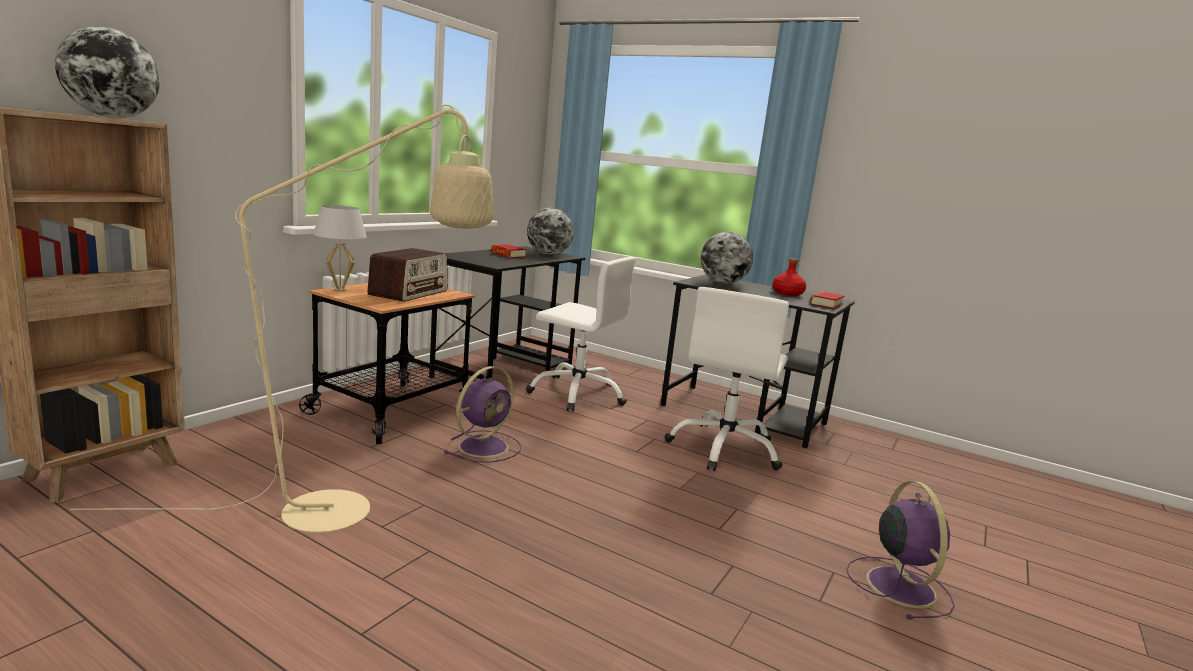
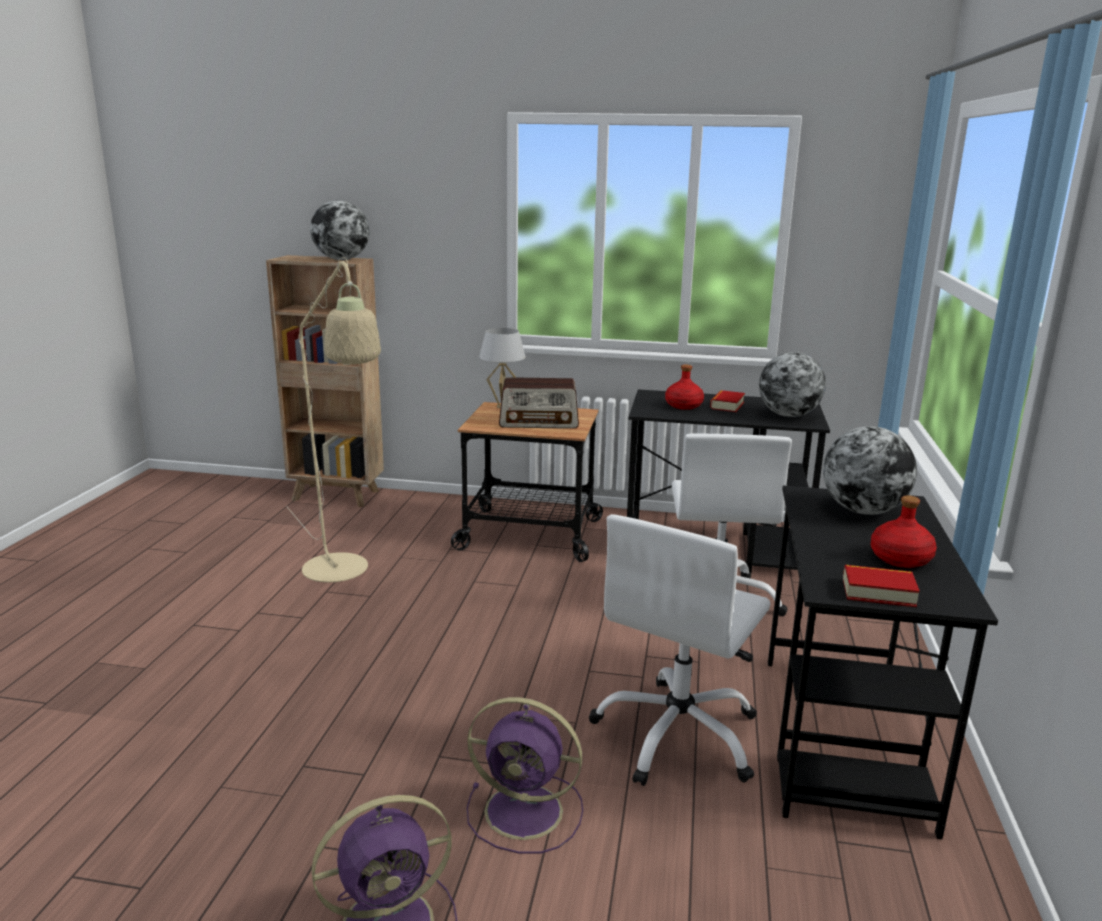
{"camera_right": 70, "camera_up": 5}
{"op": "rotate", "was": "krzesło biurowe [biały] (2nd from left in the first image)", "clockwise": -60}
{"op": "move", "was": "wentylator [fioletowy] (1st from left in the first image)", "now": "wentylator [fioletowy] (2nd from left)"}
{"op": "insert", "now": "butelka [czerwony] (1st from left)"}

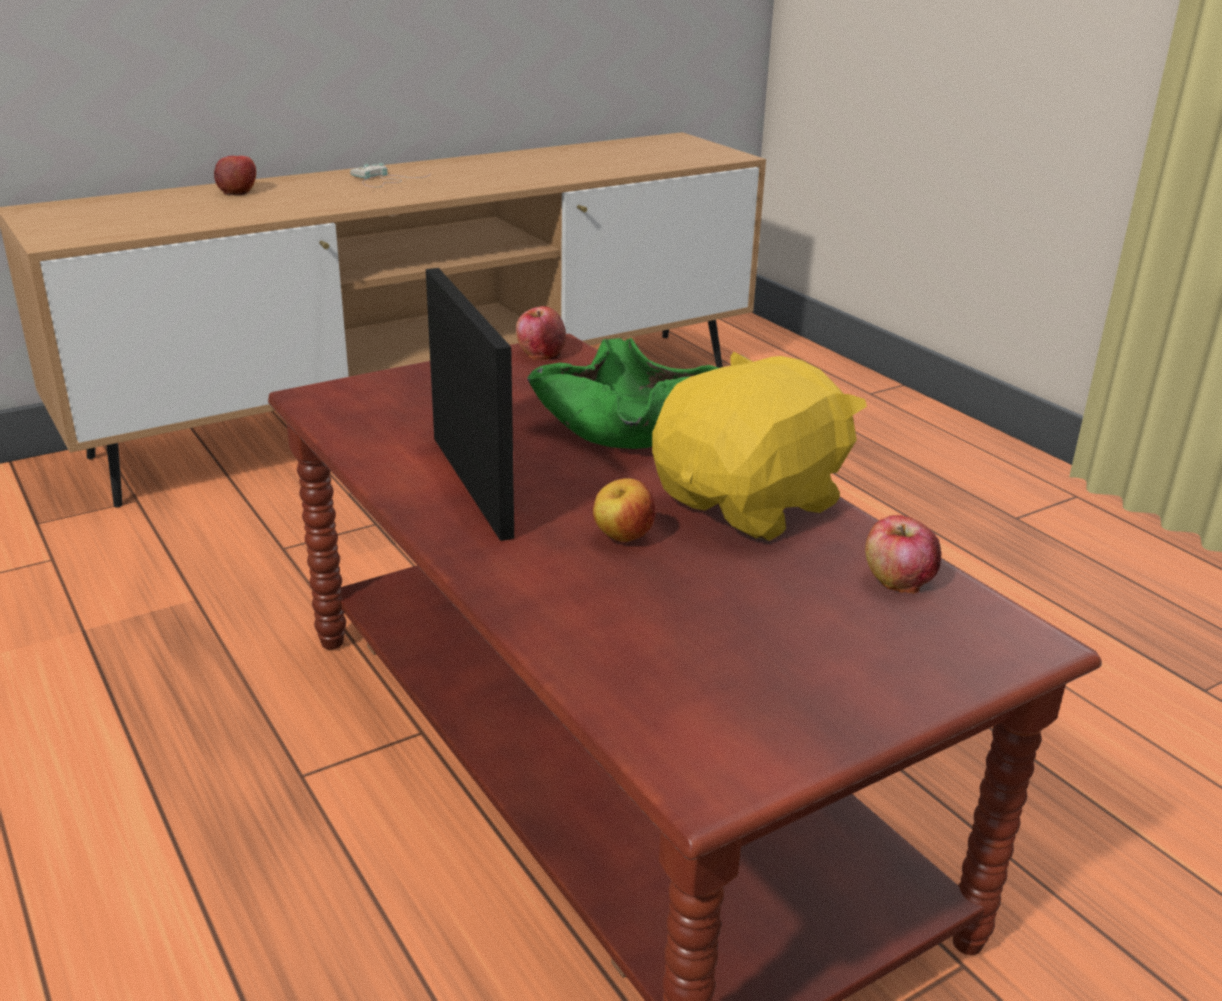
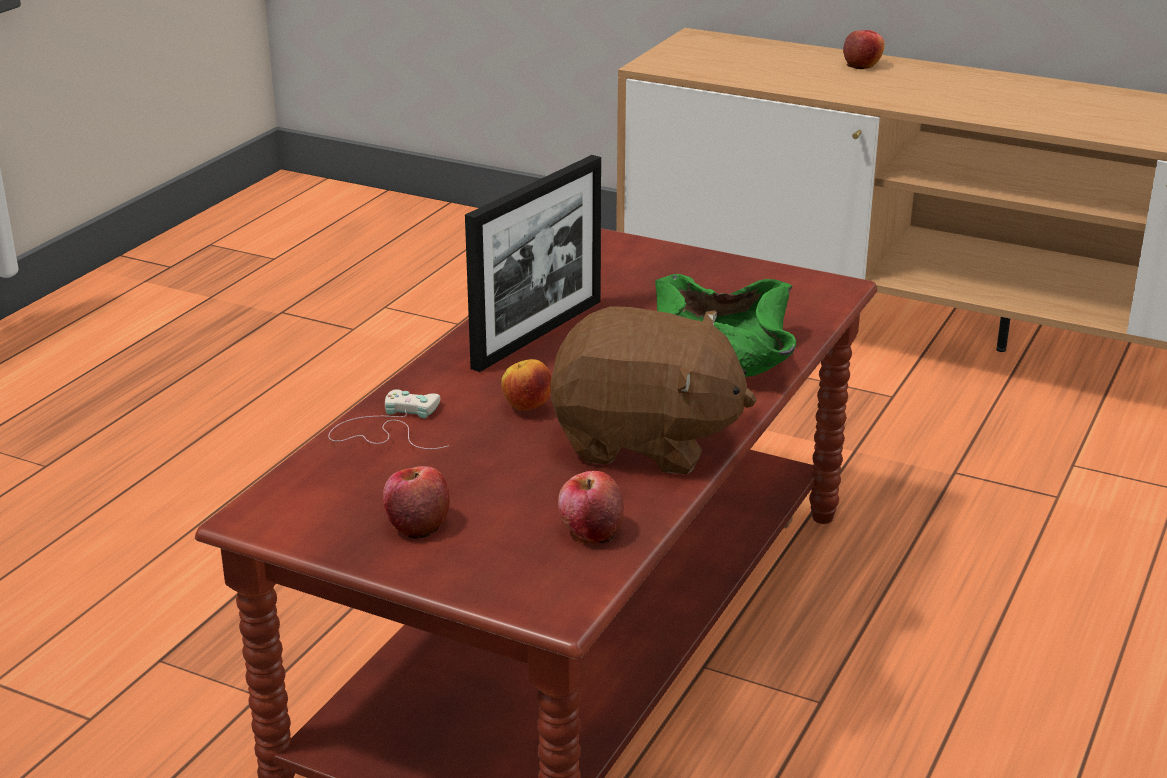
{"camera_right": 60, "camera_up": 0}
{"op": "move", "was": "pad do gier [biały]"}
{"op": "move", "was": "jabłko (2nd from left in the first image)", "now": "jabłko (1st from left)"}
{"op": "recolor", "was": "pluszak [żółty]", "now": "pluszak [brązowy]"}

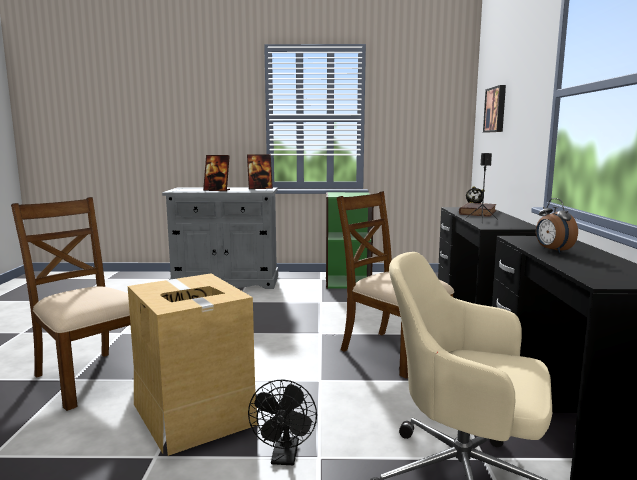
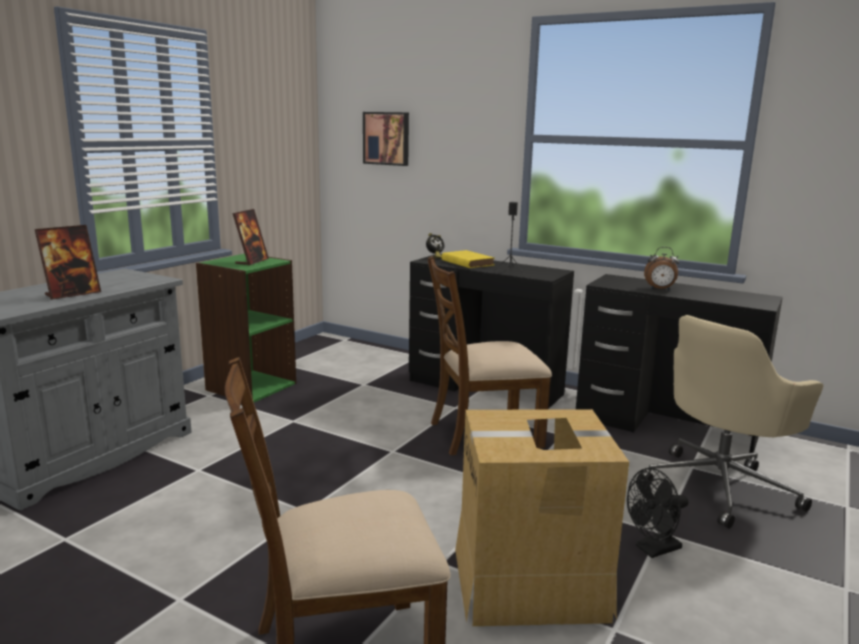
{"camera_right": -60, "camera_up": 5}
{"op": "move", "was": "ramka na zdjęcie (2nd from left)"}
{"op": "recolor", "was": "książka [brązowy]", "now": "książka [żółty]"}
{"op": "rotate", "was": "wentylator [czarny]", "clockwise": 120}

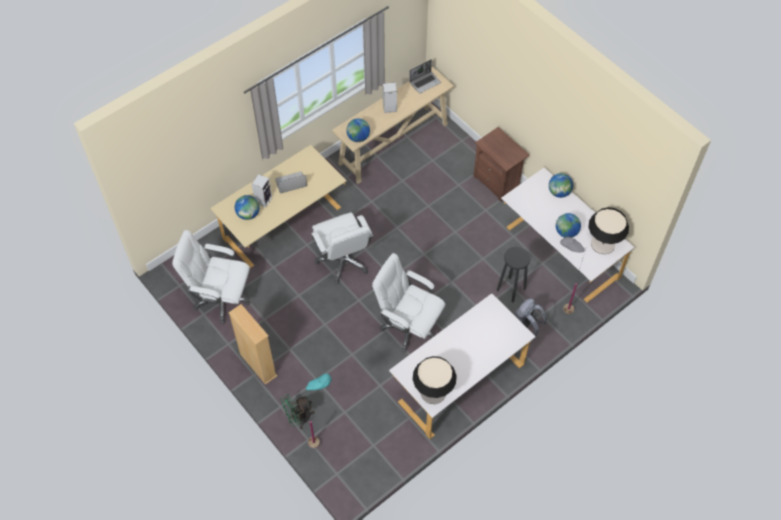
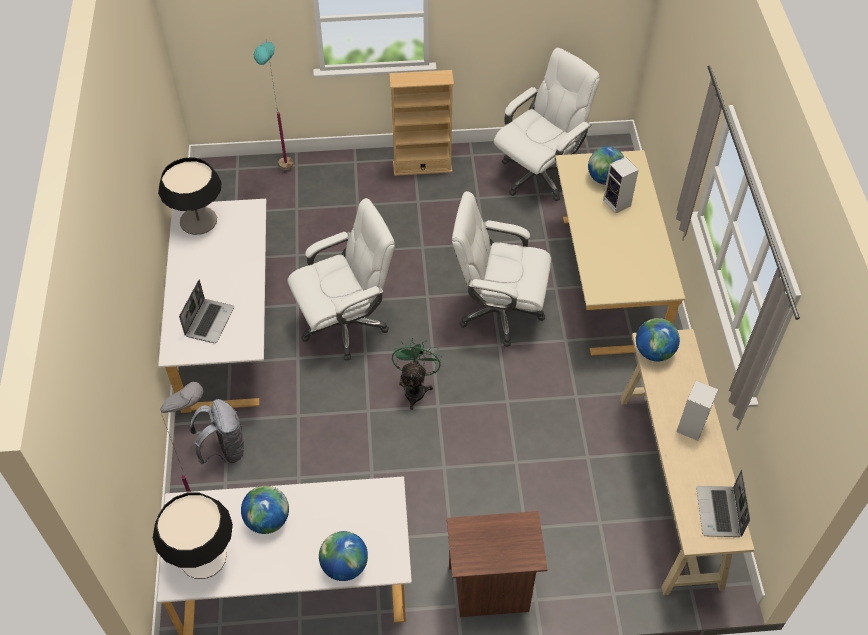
{"camera_right": 125, "camera_up": -5}
{"op": "move", "was": "laptop (1st from left)"}
{"op": "delete", "was": "stołek [czarny]"}
{"op": "move", "was": "wentylator [zielony]"}

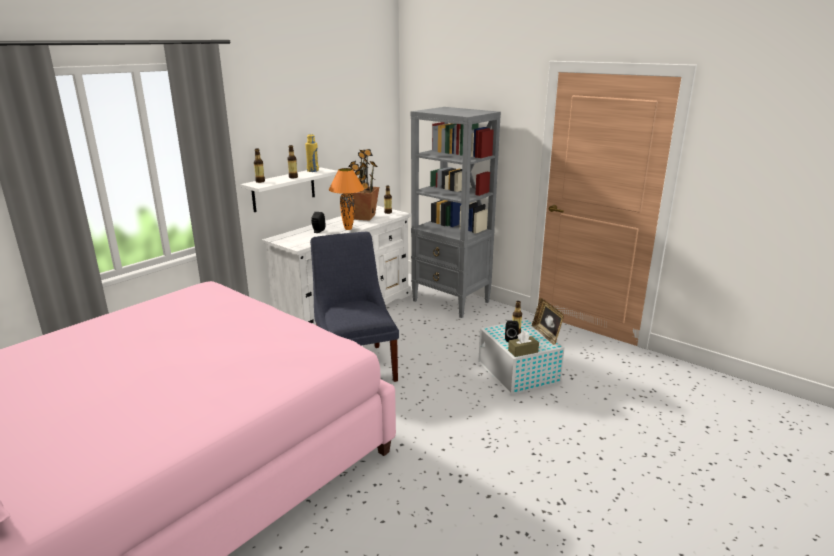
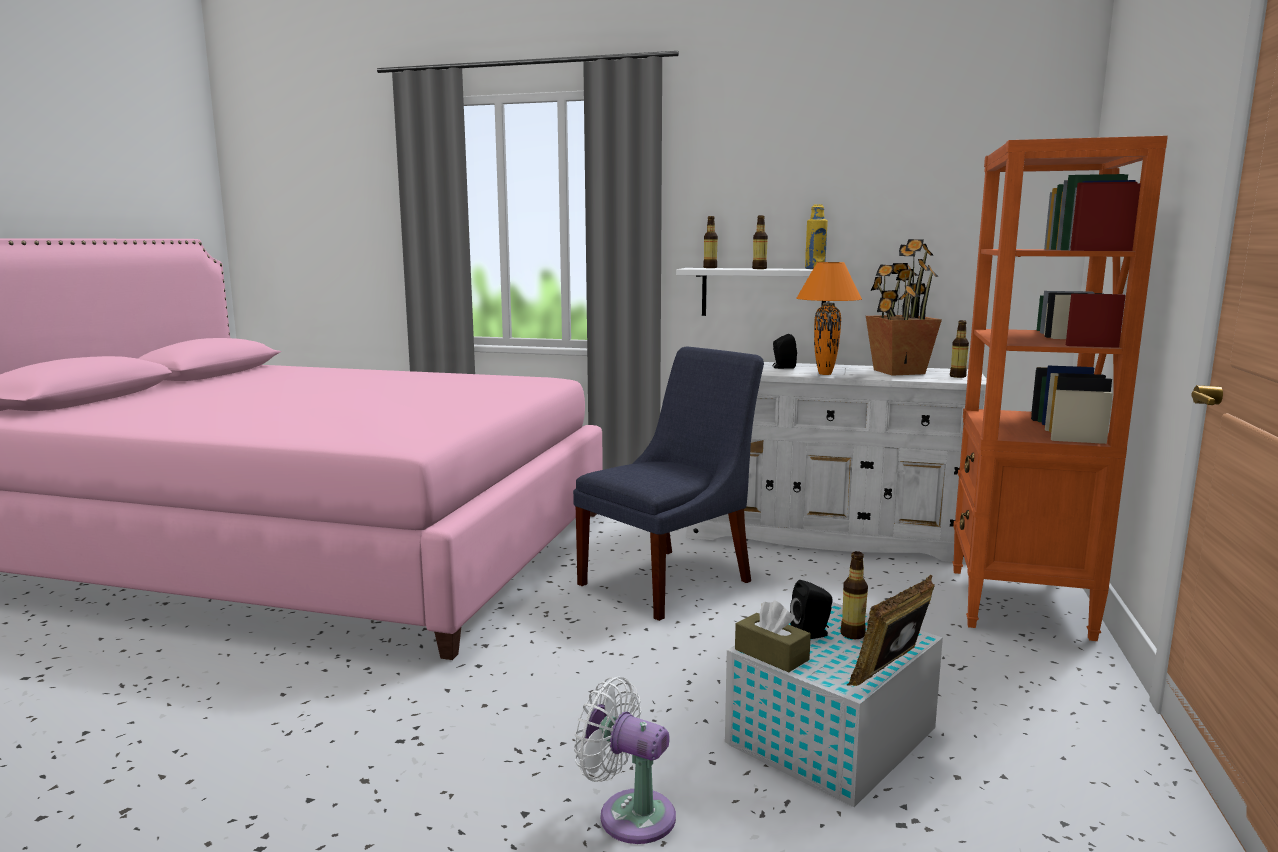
{"camera_right": 65, "camera_up": -10}
{"op": "recolor", "was": "regał [szary]", "now": "regał [pomarańczowy]"}
{"op": "insert", "now": "wentylator [biały]"}

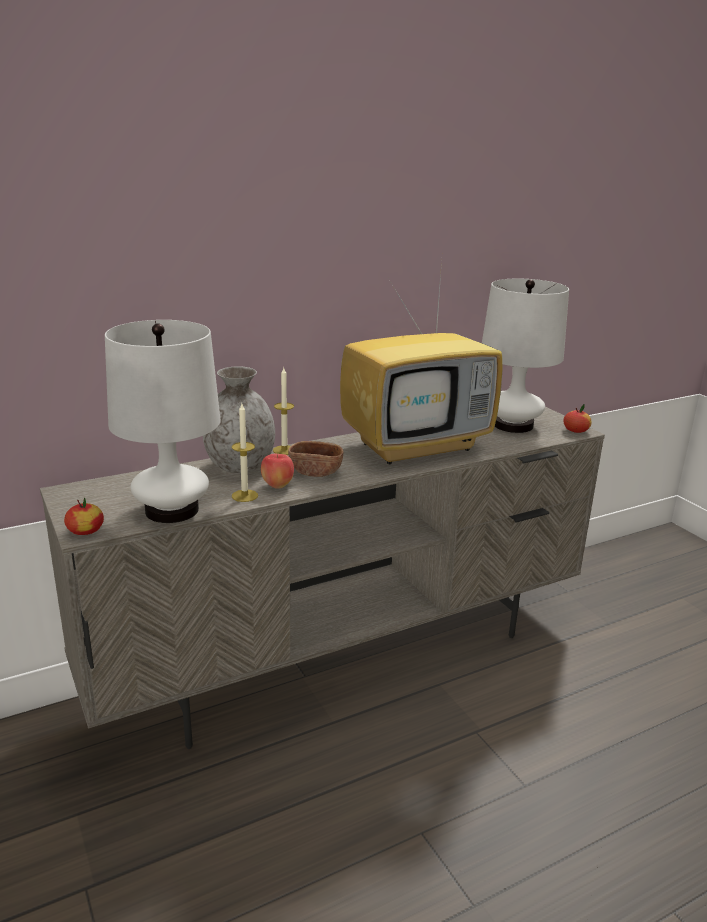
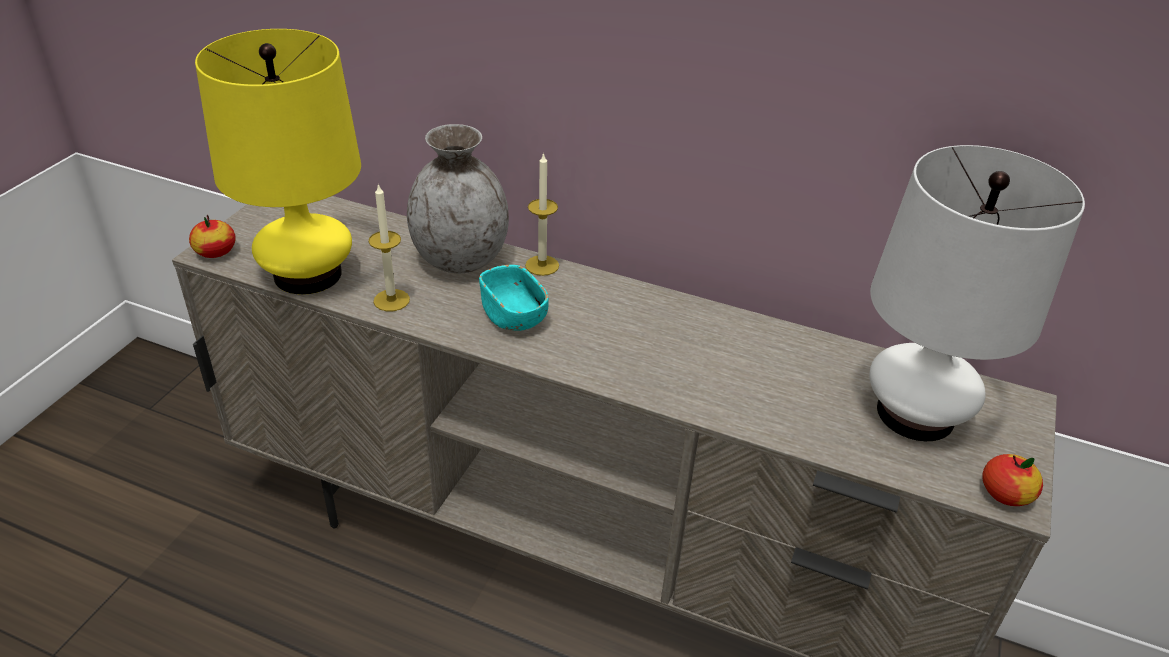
{"camera_right": 50, "camera_up": 15}
{"op": "delete", "was": "telewizor"}
{"op": "recolor", "was": "lampa stołowa [biały] (1st from left)", "now": "lampa stołowa [żółty]"}
{"op": "recolor", "was": "miska [brązowy]", "now": "miska [turkusowy]"}
{"op": "delete", "was": "jabłko (2nd from left)"}

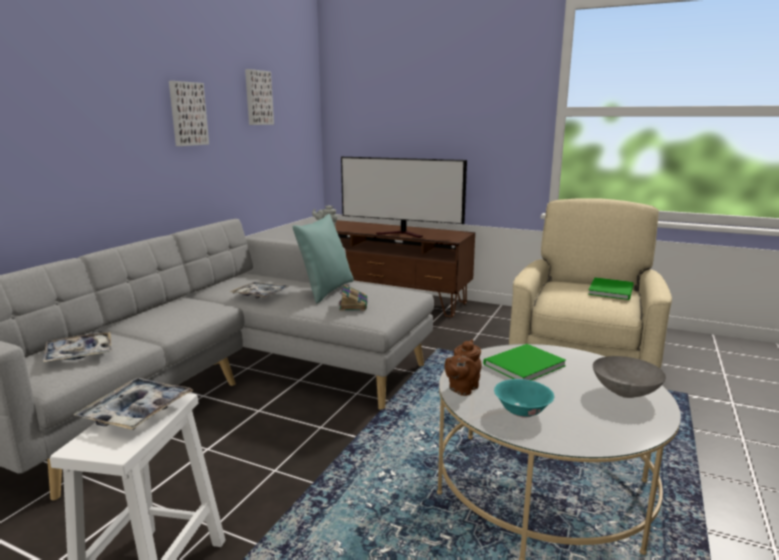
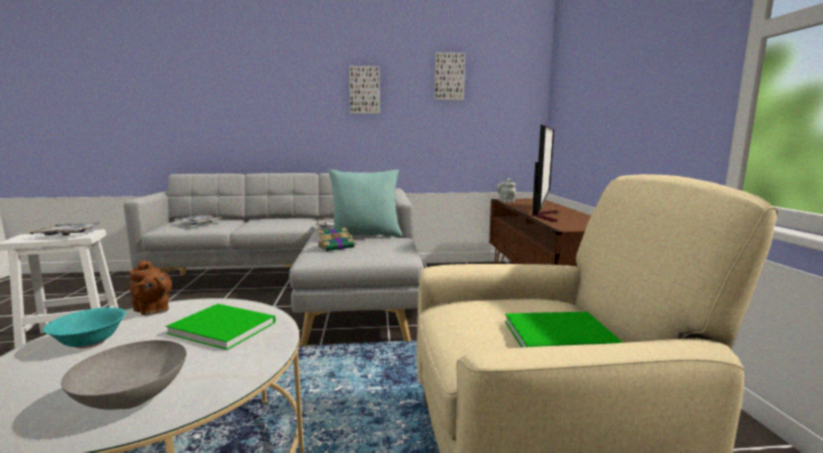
{"camera_right": 60, "camera_up": -5}
{"op": "rotate", "was": "telewizor", "clockwise": -150}
{"op": "rotate", "was": "imbryk [brązowy]", "clockwise": -150}

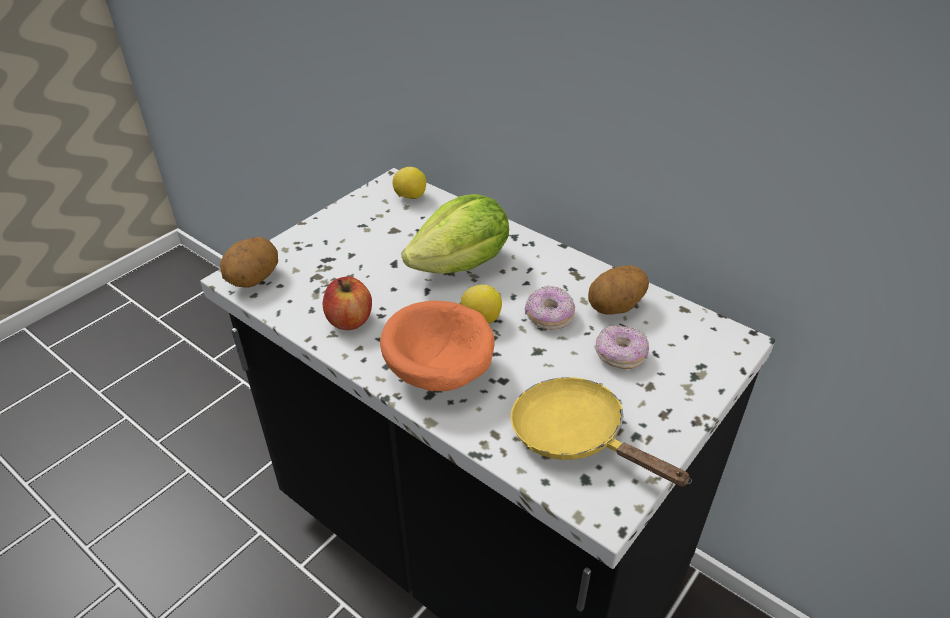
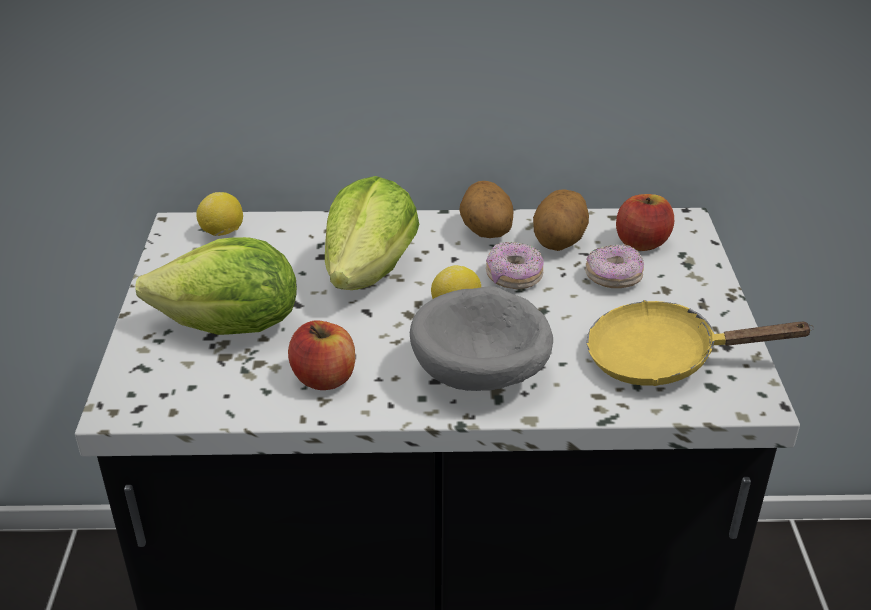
{"camera_right": -40, "camera_up": -5}
{"op": "move", "was": "ziemniak (1st from left)"}
{"op": "recolor", "was": "miska [pomarańczowy]", "now": "miska [szary]"}
{"op": "insert", "now": "jabłko (2nd from left)"}
{"op": "insert", "now": "sałata (1st from left)"}

